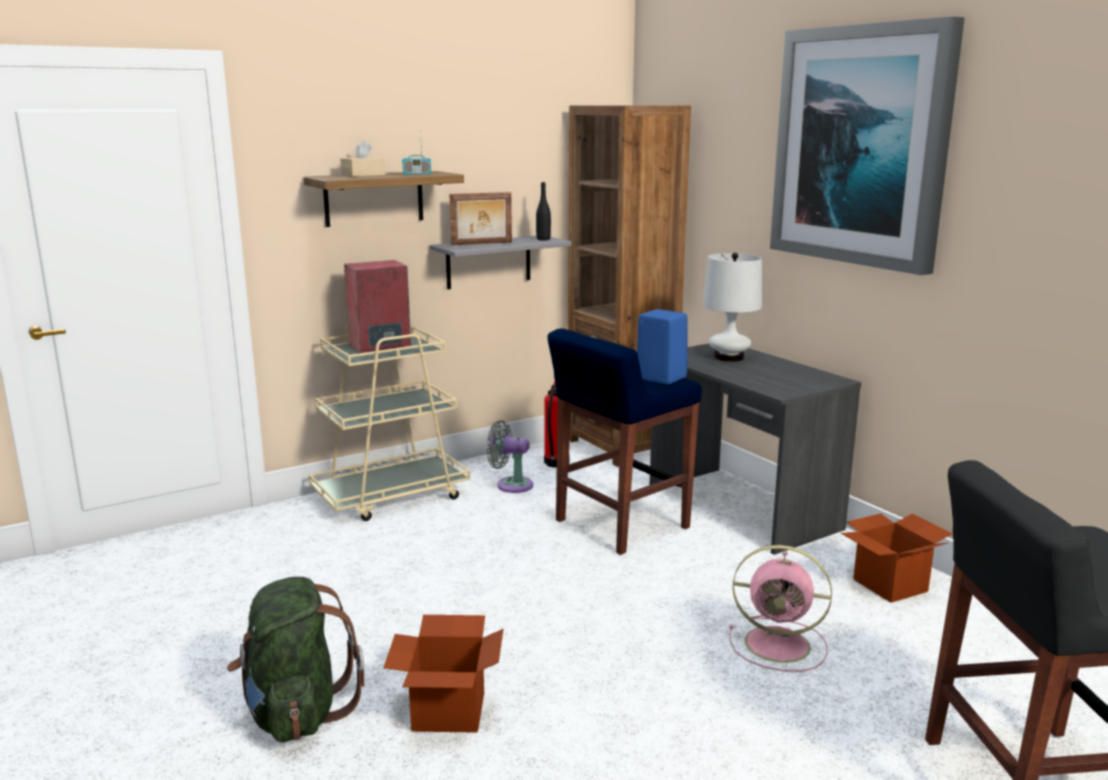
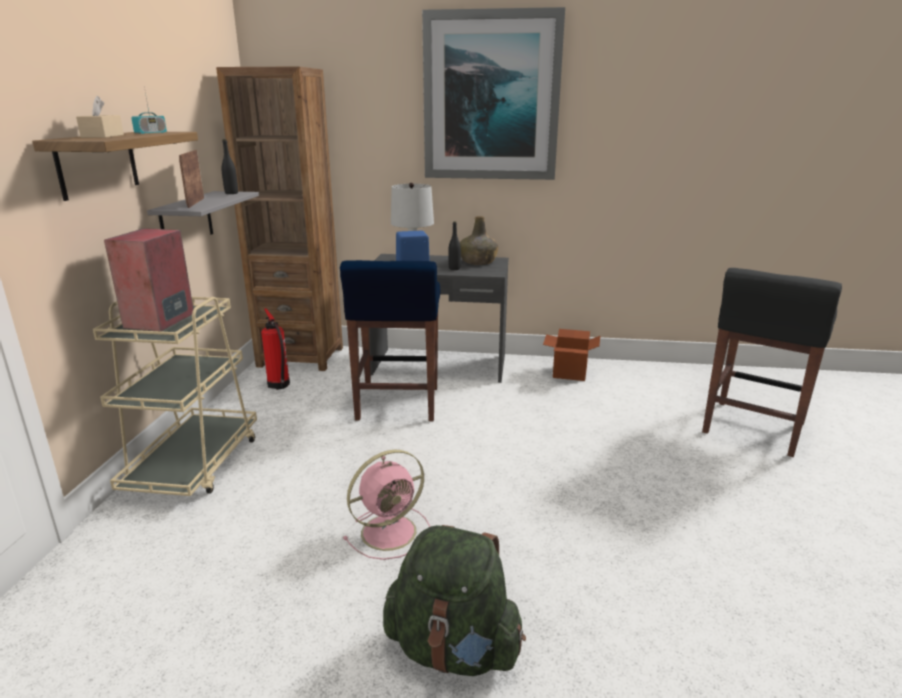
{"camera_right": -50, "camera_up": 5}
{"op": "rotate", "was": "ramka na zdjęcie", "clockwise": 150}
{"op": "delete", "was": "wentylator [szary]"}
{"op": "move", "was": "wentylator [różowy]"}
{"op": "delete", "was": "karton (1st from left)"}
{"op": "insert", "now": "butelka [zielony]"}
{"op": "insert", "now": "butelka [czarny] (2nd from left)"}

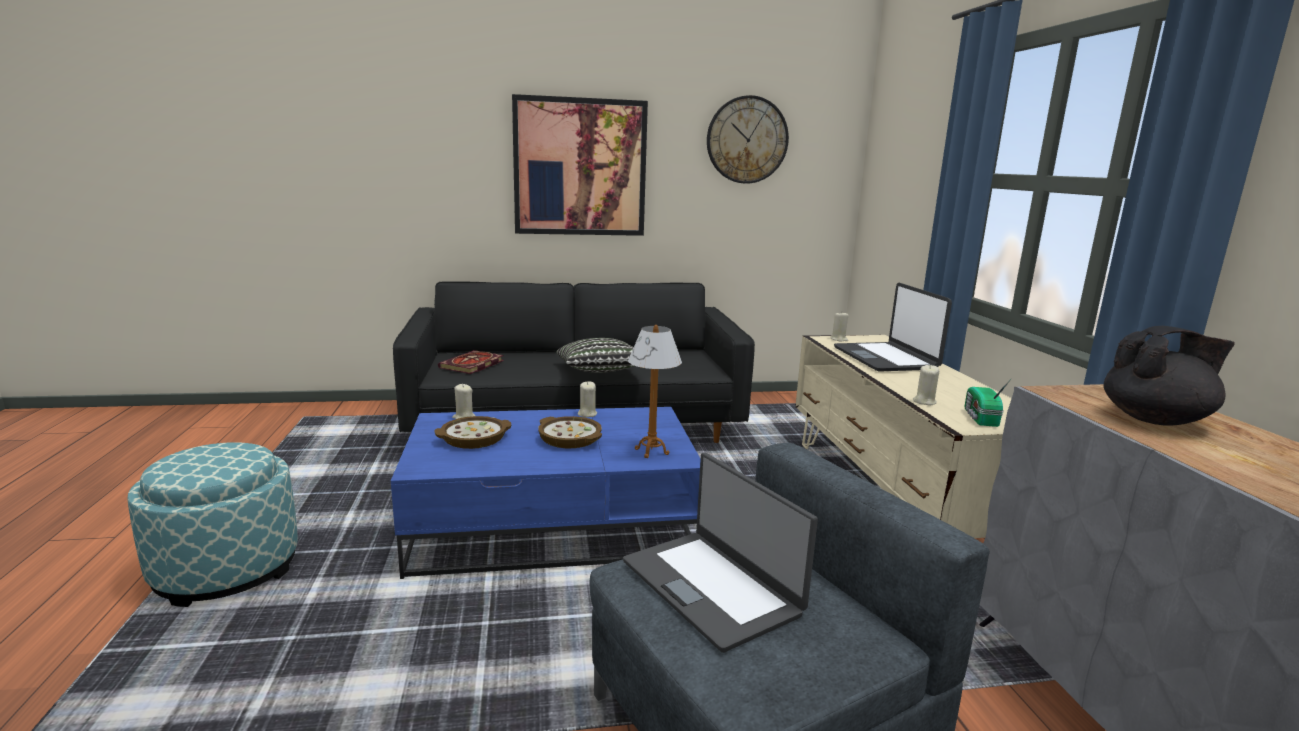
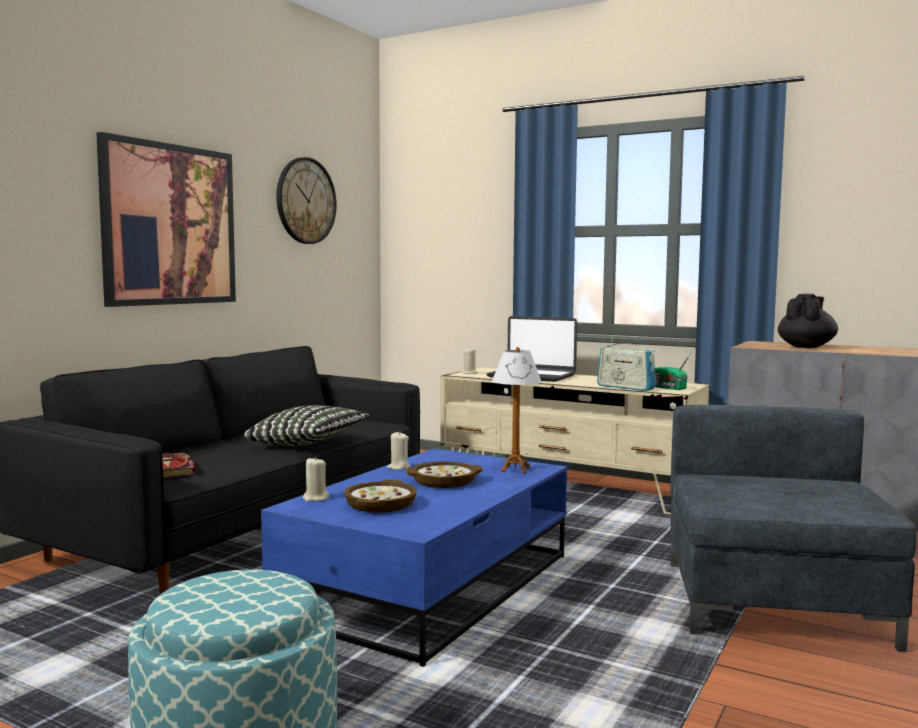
{"camera_right": -50, "camera_up": -10}
{"op": "replace", "was": "świeca [beżowy] (4th from left)", "now": "radio (1st from left)"}
{"op": "delete", "was": "laptop (1st from left)"}

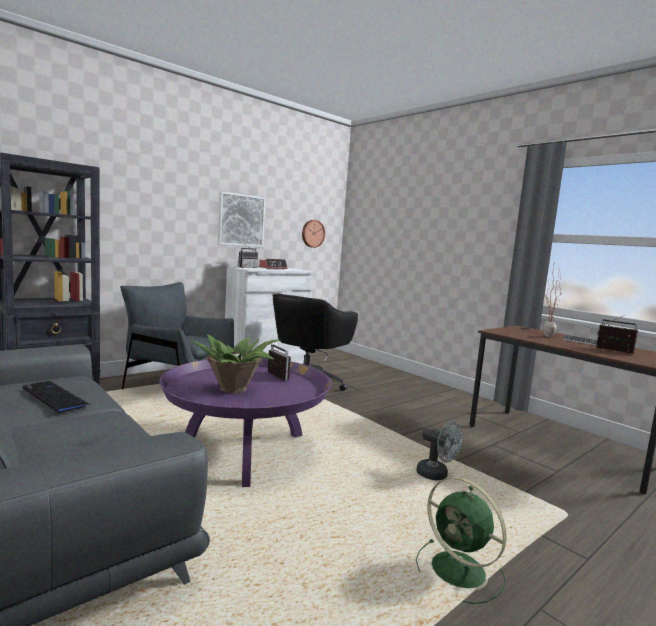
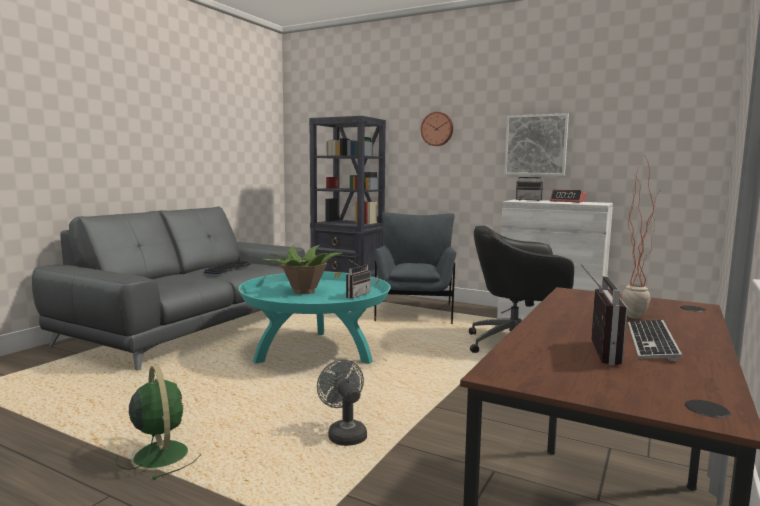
{"camera_right": 70, "camera_up": 0}
{"op": "move", "was": "zegar ścienny"}
{"op": "recolor", "was": "ława [fioletowy]", "now": "ława [turkusowy]"}
{"op": "rotate", "was": "wentylator [szary]", "clockwise": 135}
{"op": "rotate", "was": "wentylator [zielony]", "clockwise": 120}

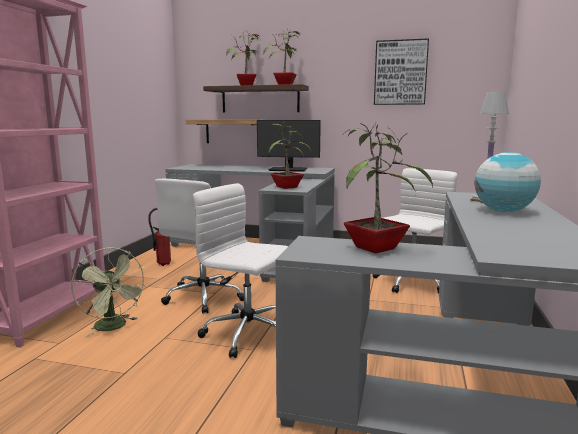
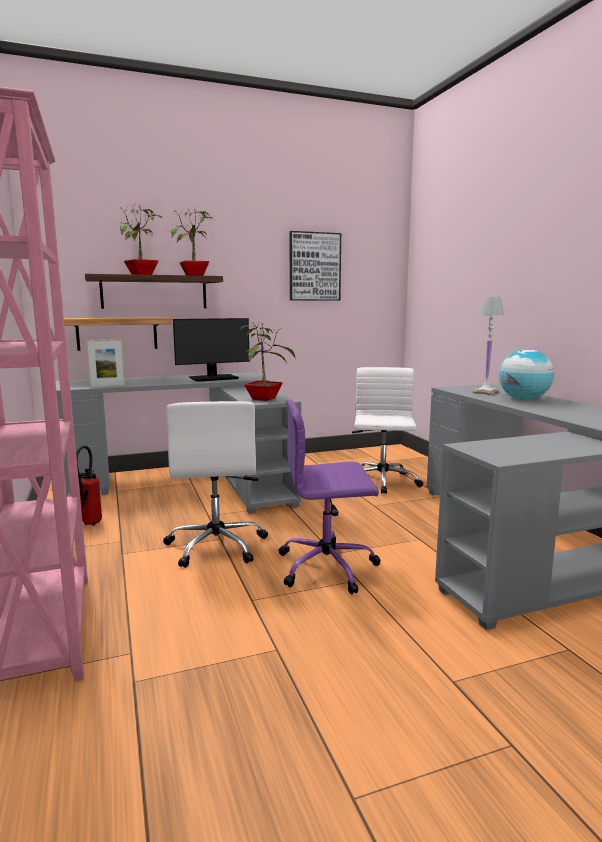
{"camera_right": -35, "camera_up": 0}
{"op": "delete", "was": "roślina doniczkowa (4th from left)"}
{"op": "recolor", "was": "krzesło biurowe [biały] (2nd from left)", "now": "krzesło biurowe [fioletowy]"}
{"op": "delete", "was": "wentylator [zielony]"}
{"op": "insert", "now": "ramka na zdjęcie"}

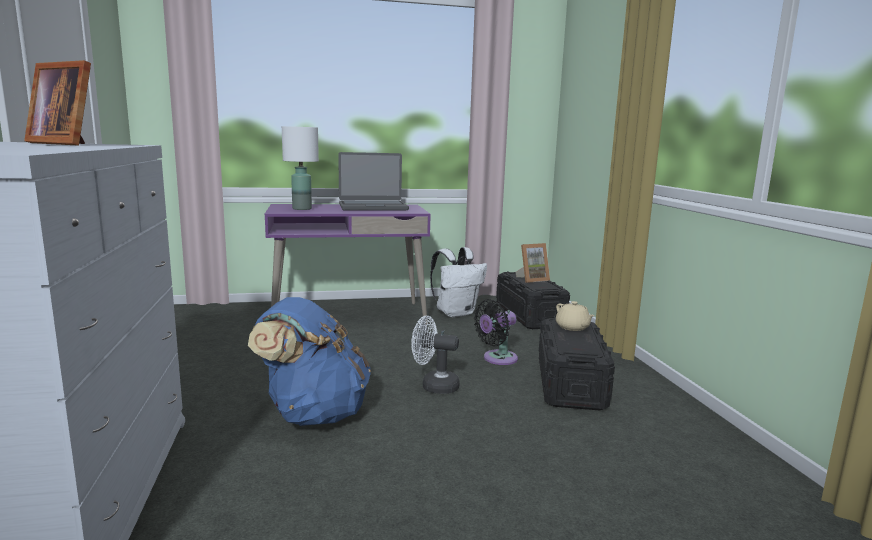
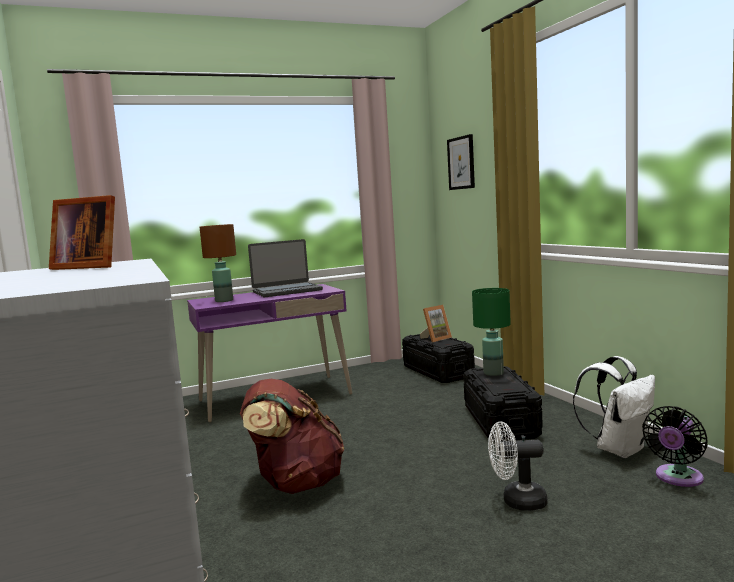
{"camera_right": -10, "camera_up": -5}
{"op": "recolor", "was": "lampa stołowa [biały]", "now": "lampa stołowa [brązowy]"}
{"op": "move", "was": "plecak [biały]"}
{"op": "recolor", "was": "plecak [niebieski]", "now": "plecak [brązowy]"}
{"op": "move", "was": "wentylator [czarny]"}
{"op": "replace", "was": "imbryk [beżowy]", "now": "lampa stołowa [zielony]"}
{"op": "move", "was": "wentylator [biały]"}
{"op": "insert", "now": "obraz"}

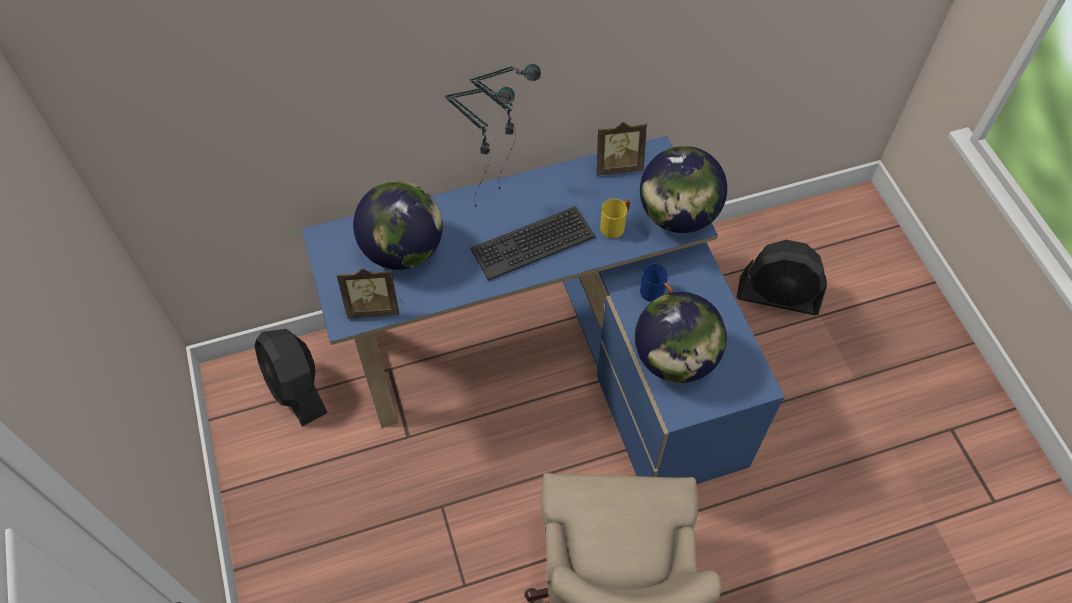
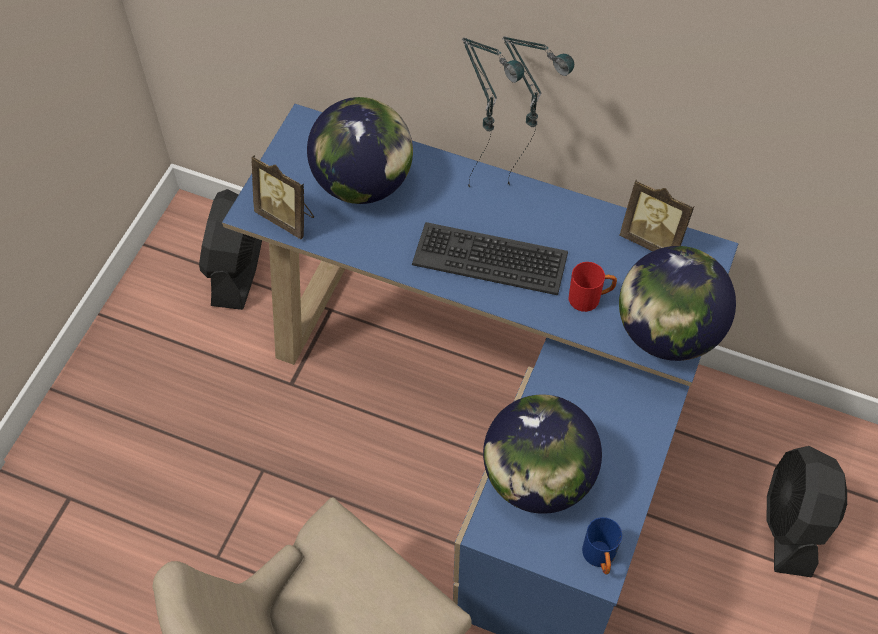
{"camera_right": 40, "camera_up": 0}
{"op": "recolor", "was": "kubek [żółty]", "now": "kubek [czerwony]"}
{"op": "rotate", "was": "wentylator [czarny] (2nd from left)", "clockwise": 45}
{"op": "move", "was": "kubek [niebieski]"}

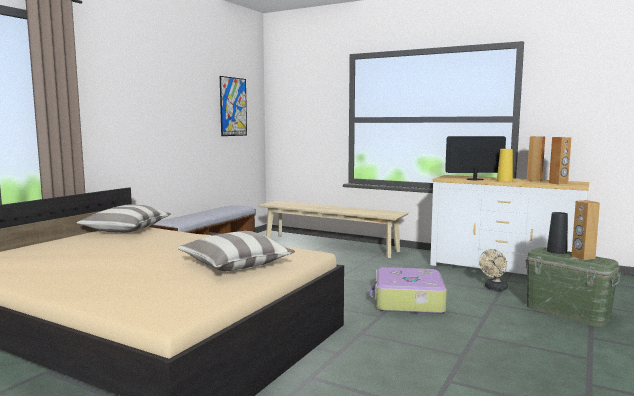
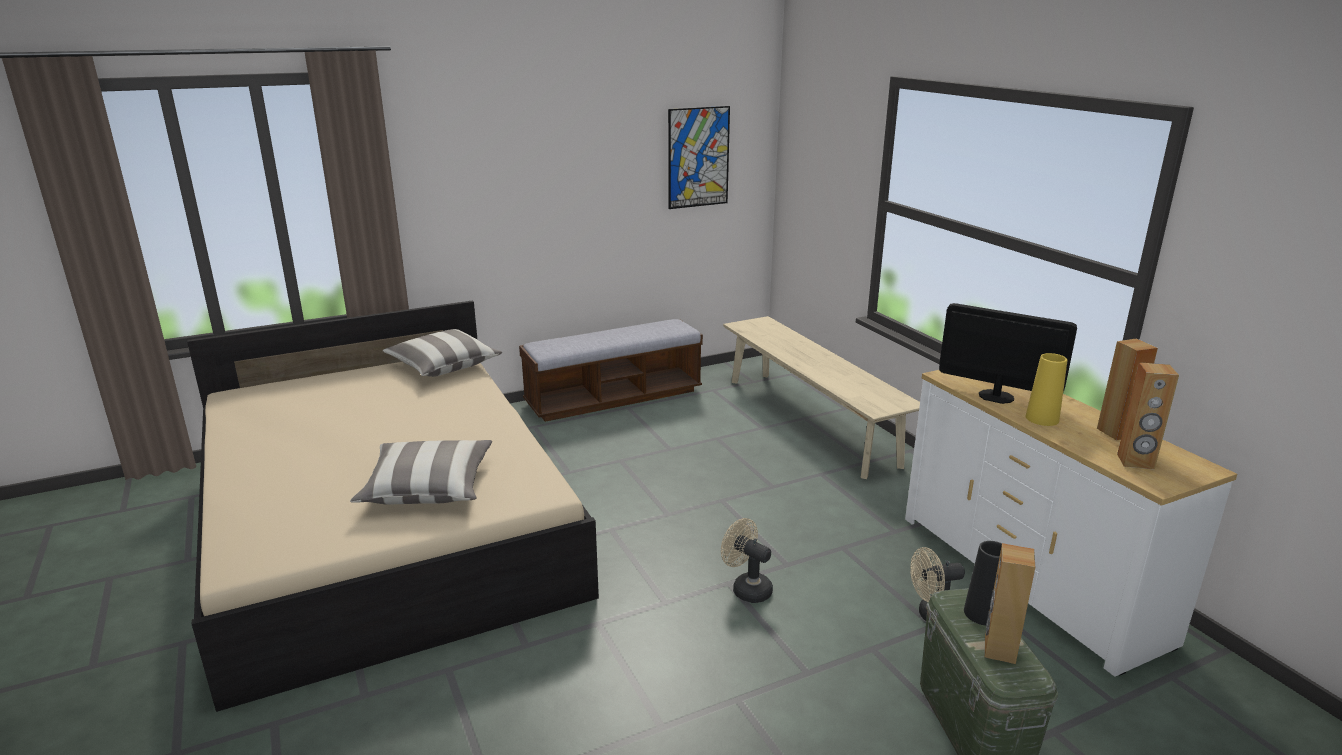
{"camera_right": 35, "camera_up": 15}
{"op": "replace", "was": "walizka", "now": "wentylator [beżowy] (1st from left)"}

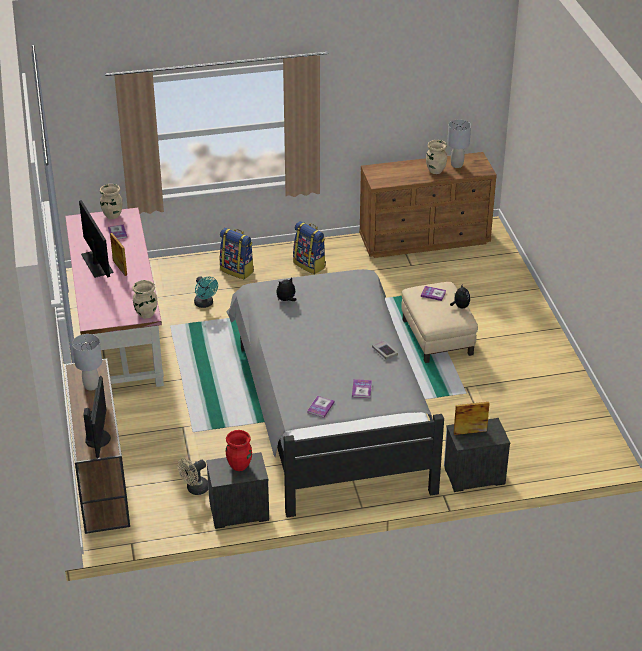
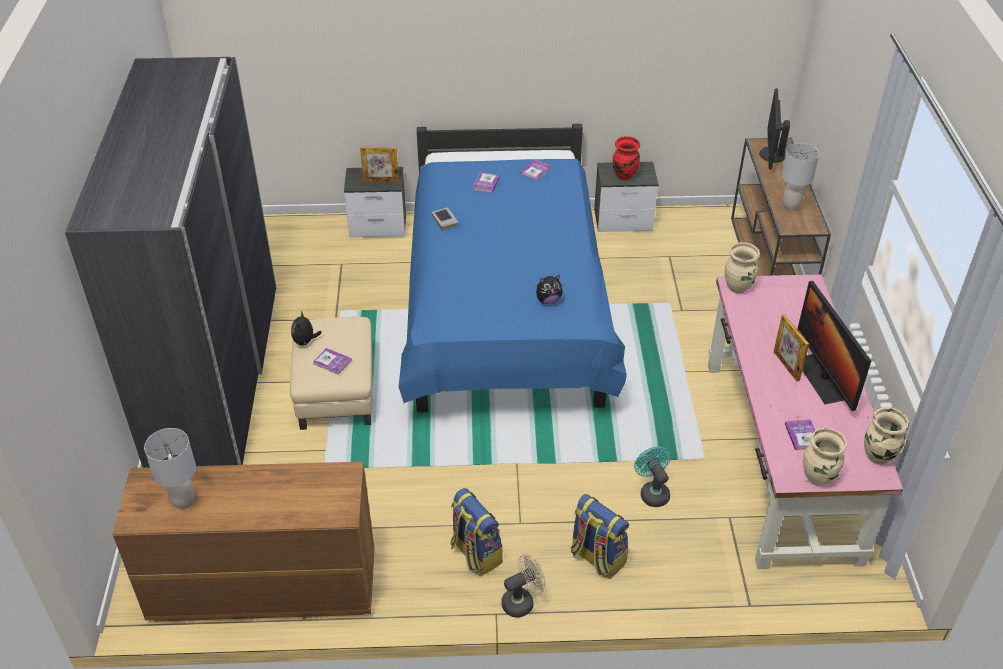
{"camera_right": -170, "camera_up": 5}
{"op": "move", "was": "wazon [beżowy] (3rd from left)"}
{"op": "recolor", "was": "łóżko [szary]", "now": "łóżko [niebieski]"}
{"op": "move", "was": "wentylator [beżowy]"}
{"op": "insert", "now": "szafa [szary]"}

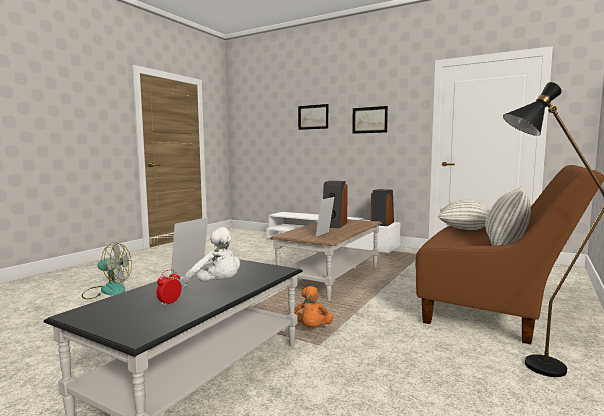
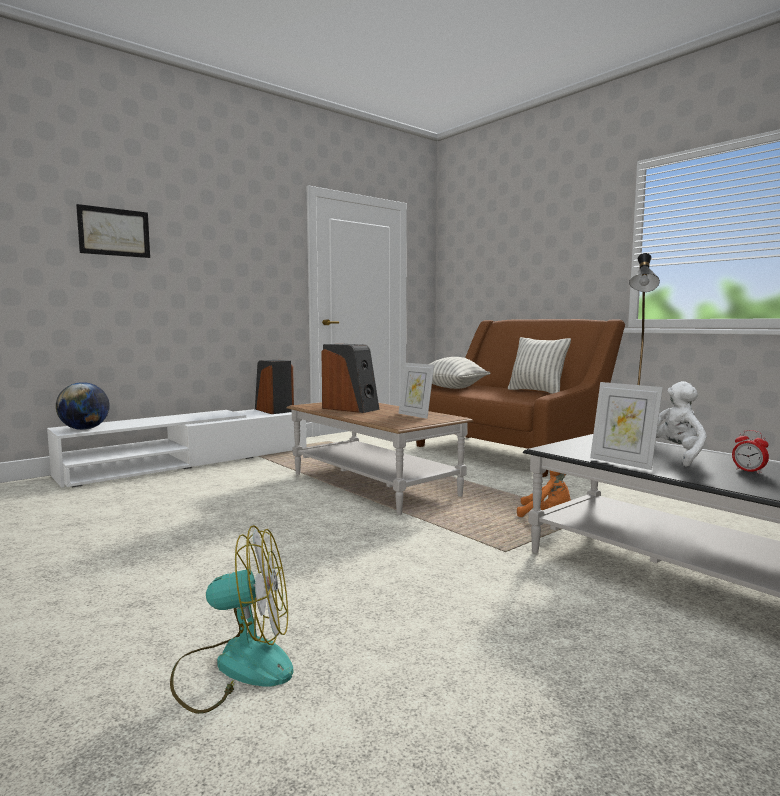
{"camera_right": -70, "camera_up": 0}
{"op": "delete", "was": "obraz (2nd from left)"}
{"op": "rotate", "was": "wentylator", "clockwise": 60}
{"op": "insert", "now": "globus"}

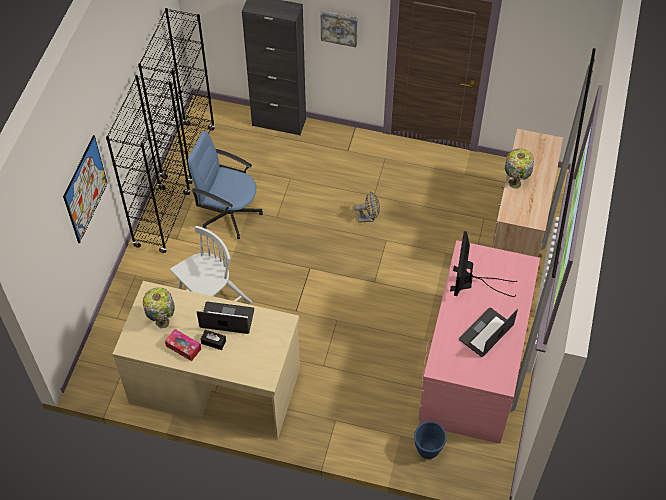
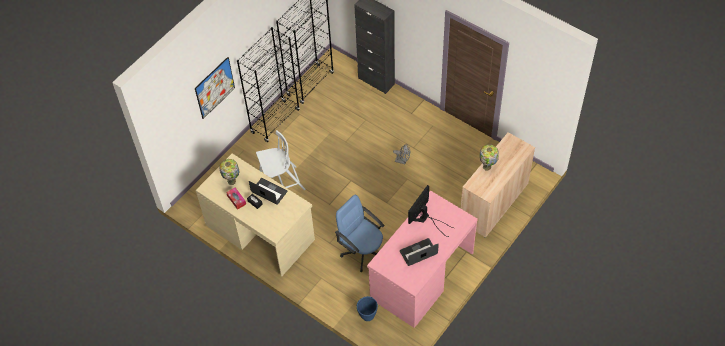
{"camera_right": 25, "camera_up": 0}
{"op": "delete", "was": "obraz (2nd from left)"}
{"op": "move", "was": "krzesło biurowe [niebieski]"}

